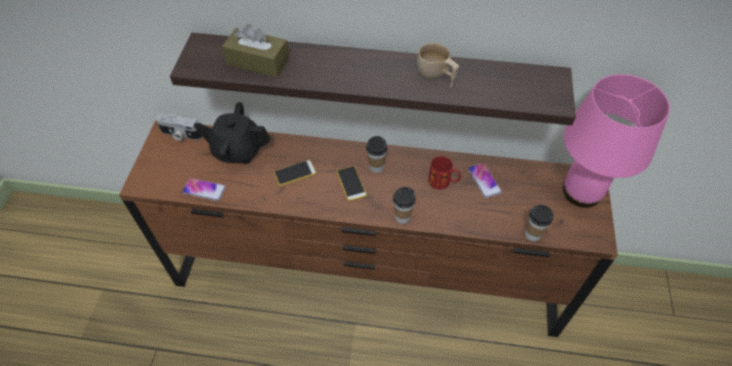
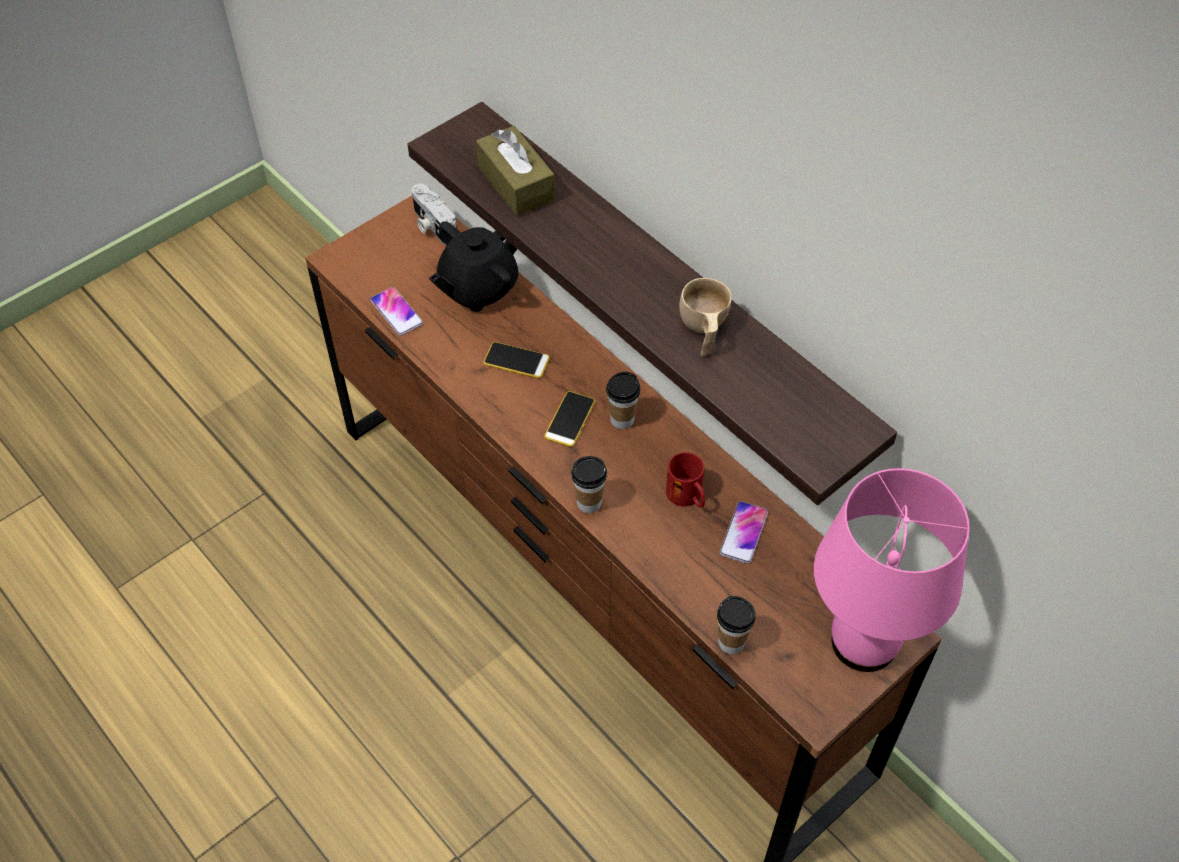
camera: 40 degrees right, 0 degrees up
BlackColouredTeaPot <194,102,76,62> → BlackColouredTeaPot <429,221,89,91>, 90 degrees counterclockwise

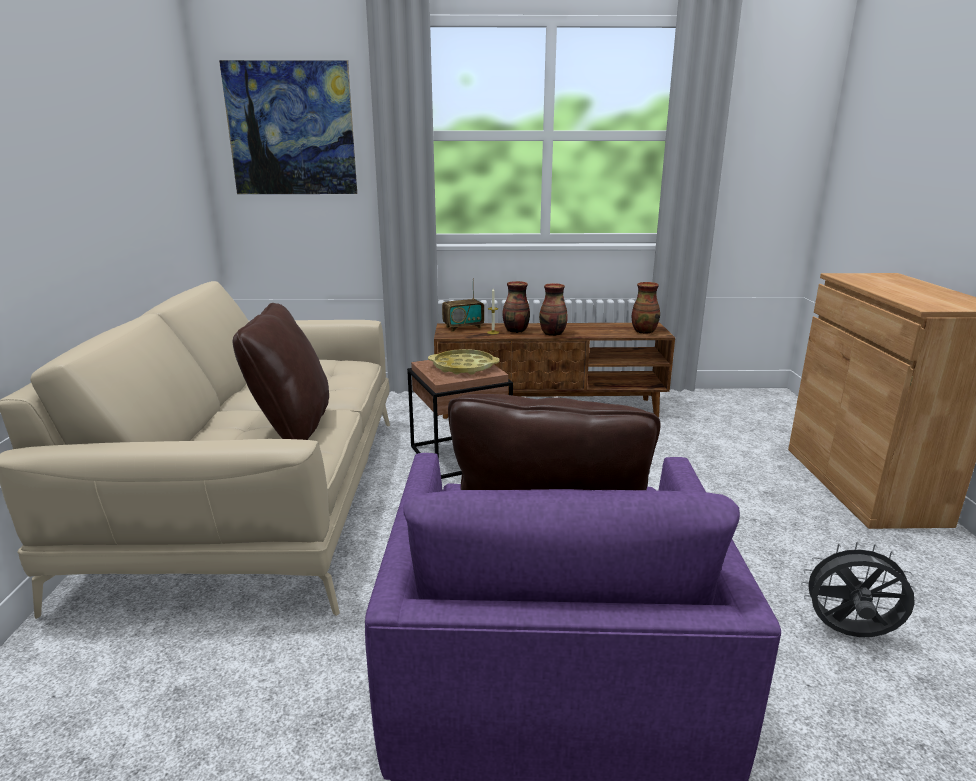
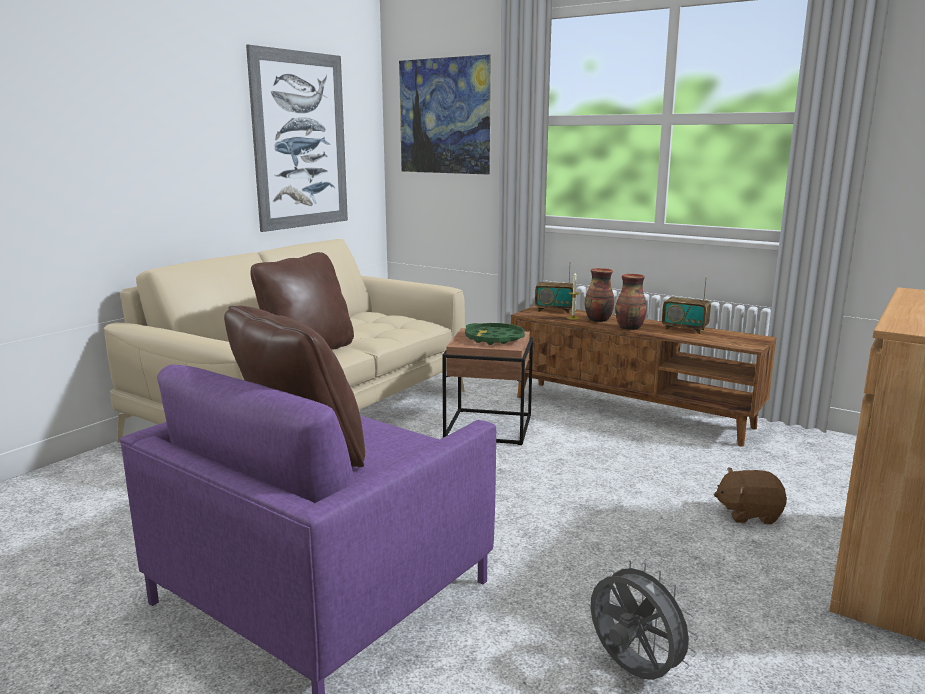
camera: 35 degrees right, 5 degrees down
YellowServingTray <428,349,71,26> → GreenServingTray <465,323,60,22>
Vase <632,282,28,52> → -
- → Picture <246,45,102,187>
- → RadioReceiver <662,277,49,57>
- → BrownCuddlyToy <714,467,73,57>

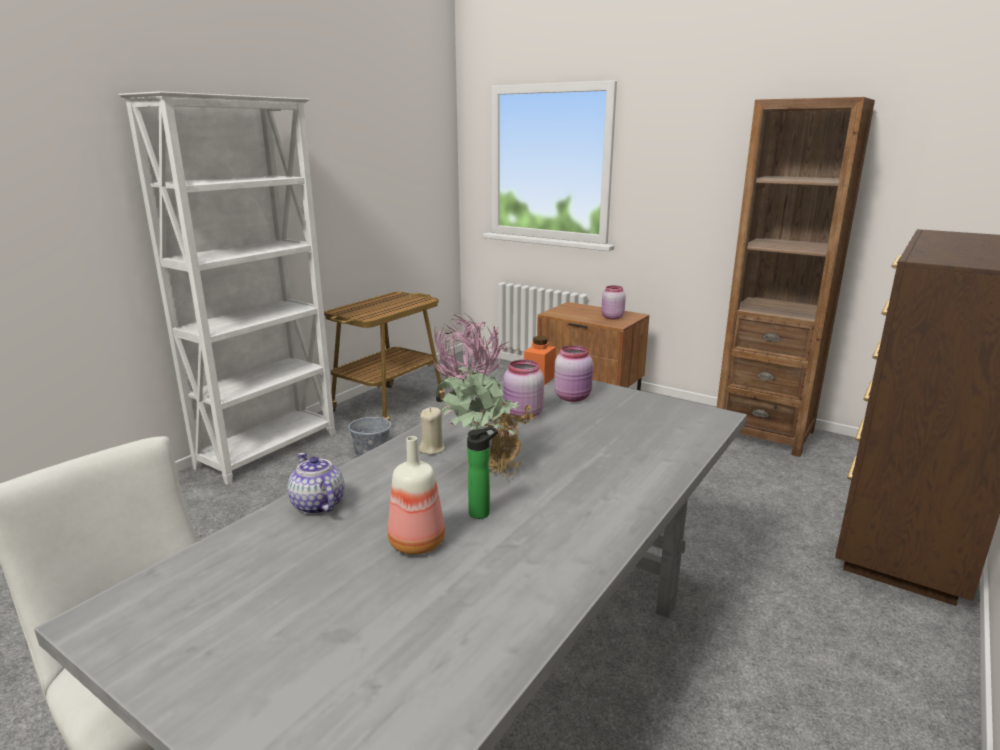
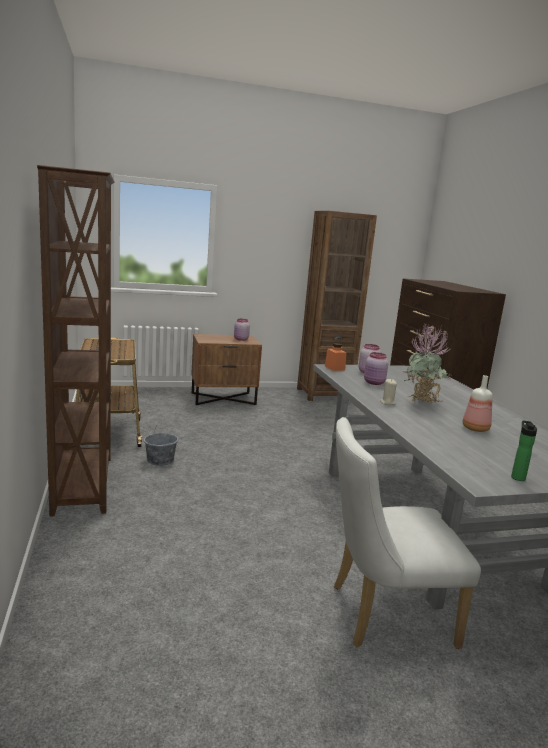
camera: 50 degrees left, 5 degrees down
WhiteShelvingUnit <118,91,217,394> → BrownShelvingUnit <37,165,78,352>
TeaPot <288,453,56,62> → -
BeverageBottle <467,426,31,93> → BeverageBottle <511,421,26,60>, move

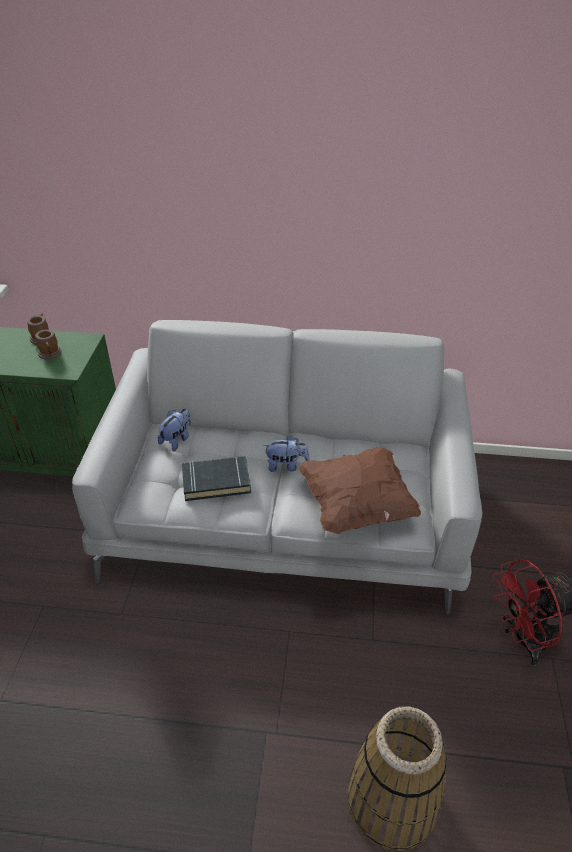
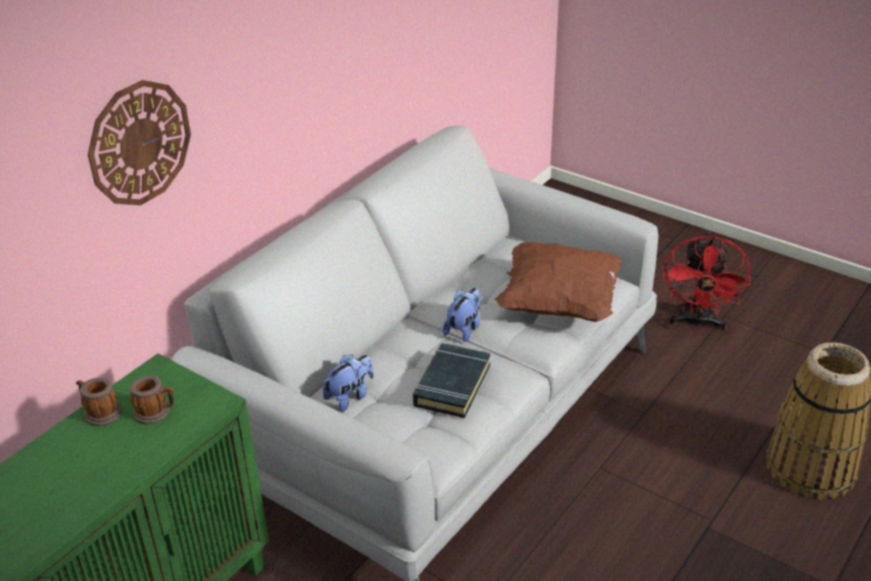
camera: 60 degrees left, 5 degrees down
CuddlyToy <158,409,33,42> → CuddlyToy <323,355,51,57>, 75 degrees clockwise
- → WallClock <88,80,103,125>

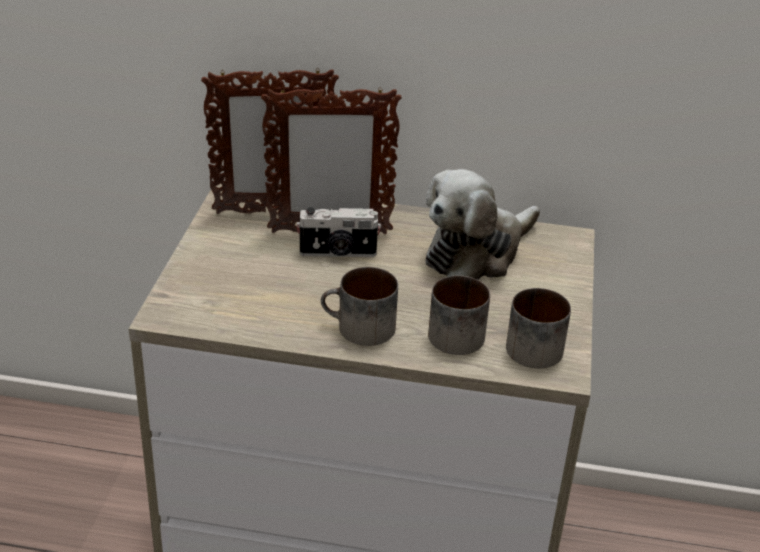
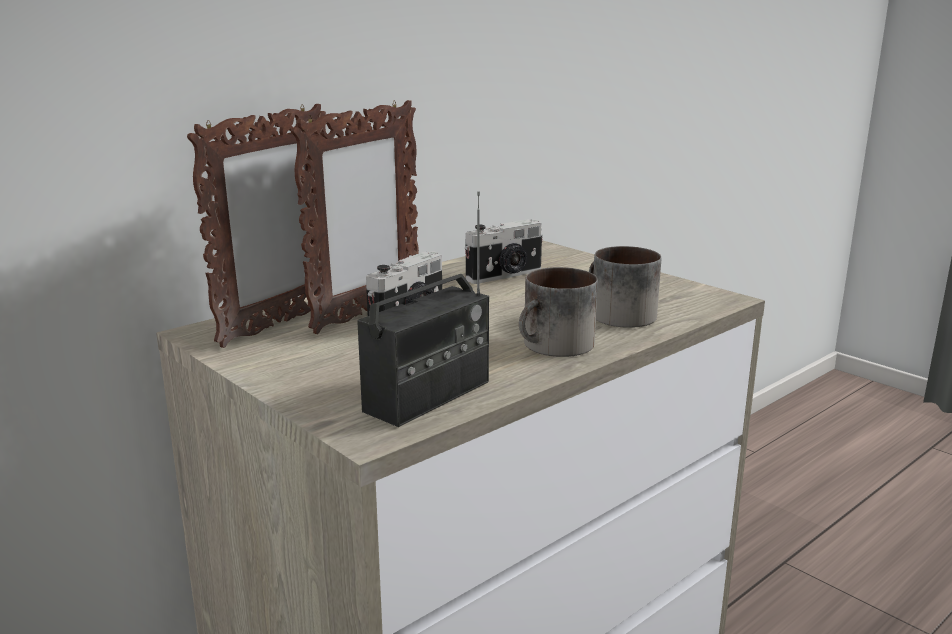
camera: 50 degrees left, 15 degrees down
CuddlyToy <426,169,114,111> → PhotoCamera <465,219,78,65>
CoffeeMug <506,288,65,80> → -
- → RadioReceiver <357,191,132,236>

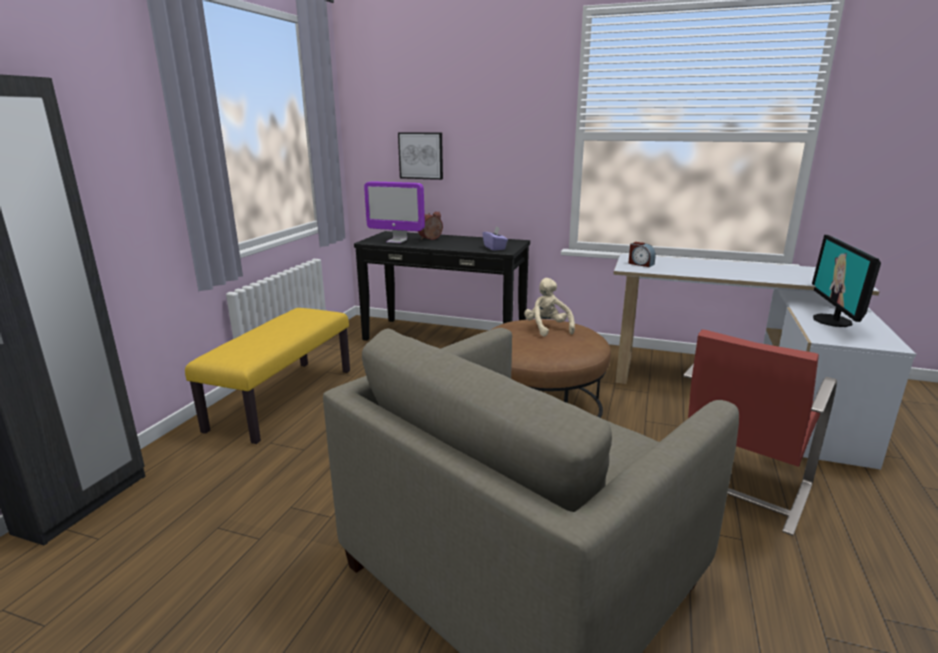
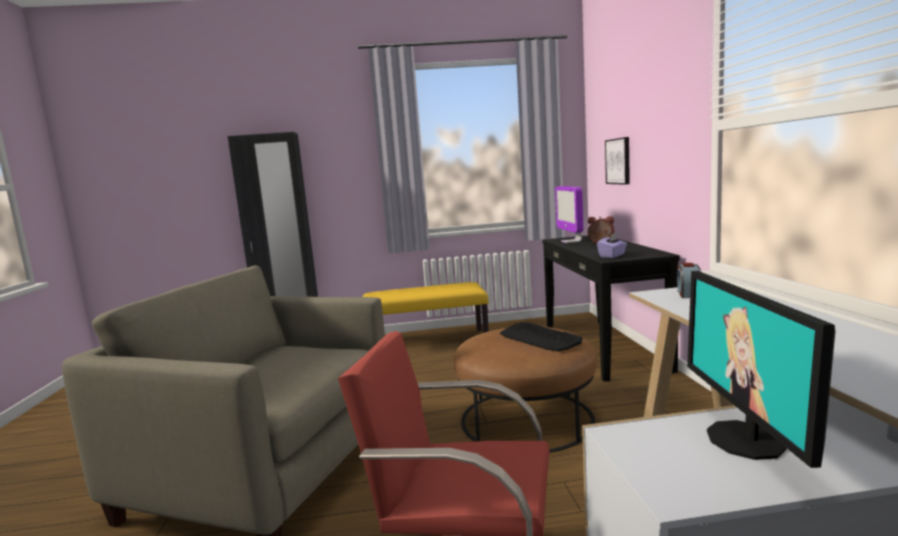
camera: 65 degrees right, 10 degrees down
SandColouredCuddlyToy <524,278,51,59> → PcKeyboard <500,322,83,29>
ComputerDisplay <812,235,69,92> → ComputerDisplay <687,271,148,197>, 75 degrees counterclockwise

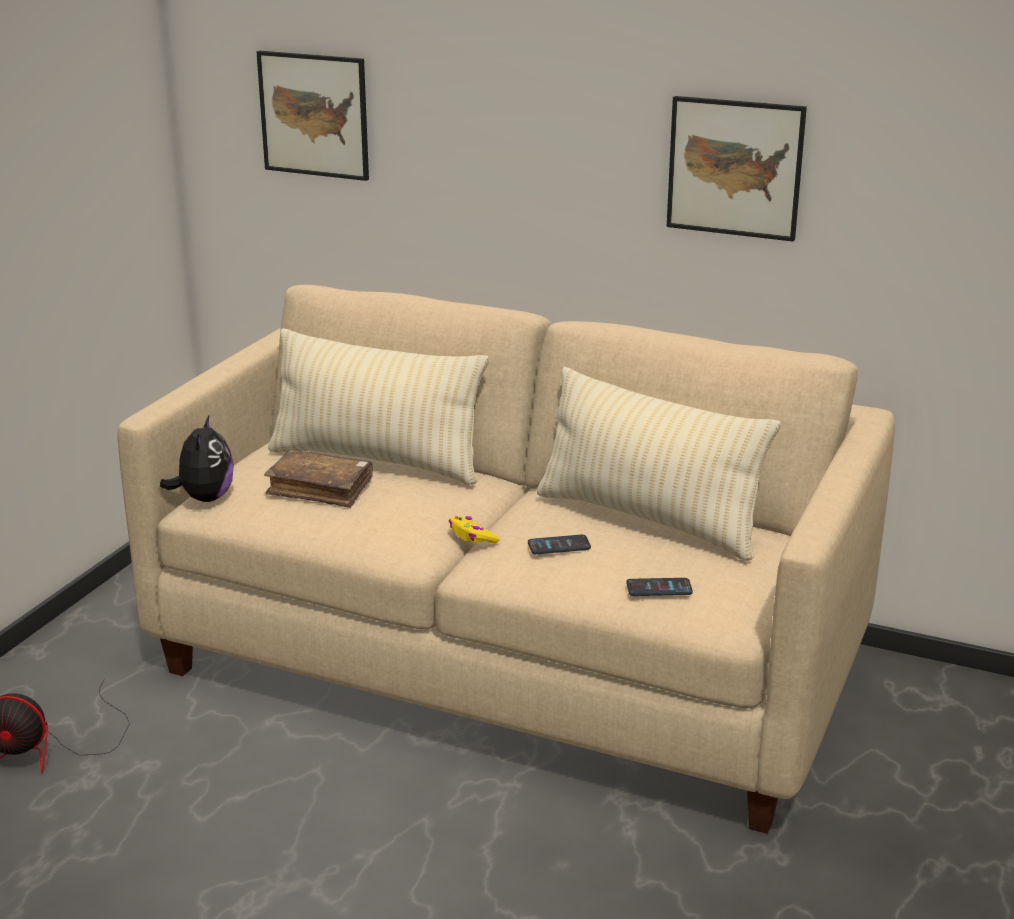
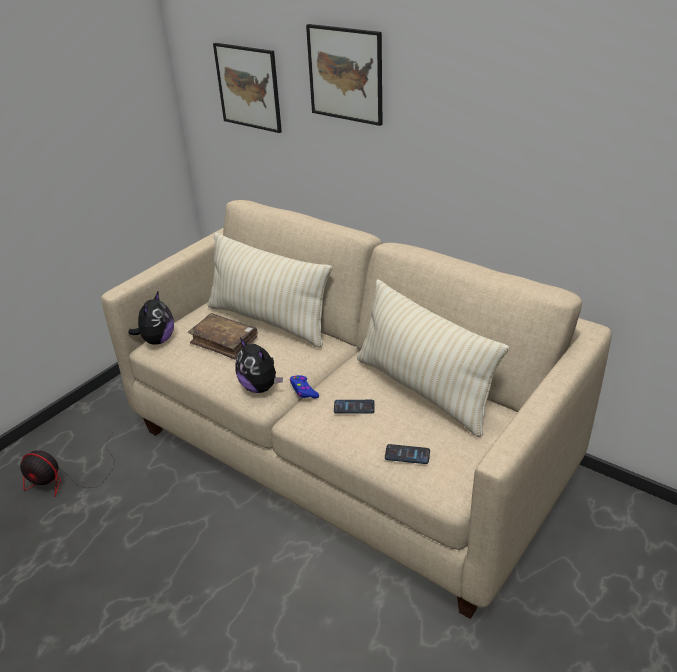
camera: 15 degrees right, 10 degrees up
YellowGamepad <449,516,51,27> → BlueColouredGamepad <290,375,29,24>
Picture <667,96,140,145> → Picture <306,24,76,102>, move
- → CuddlyToy <235,338,48,55>

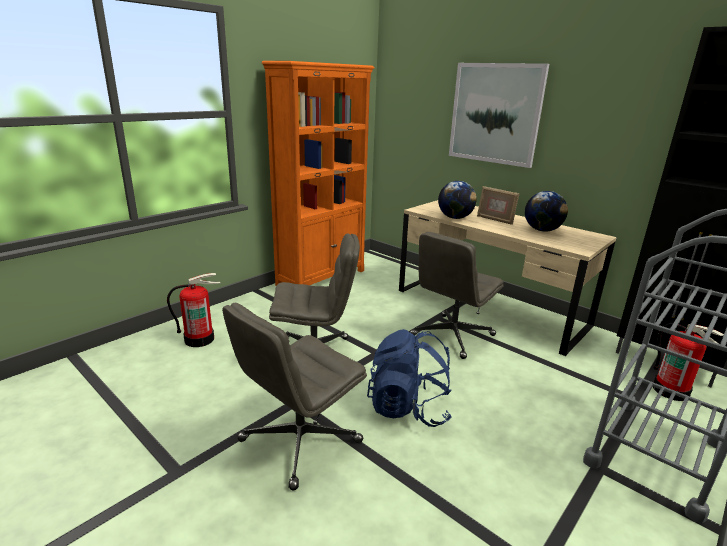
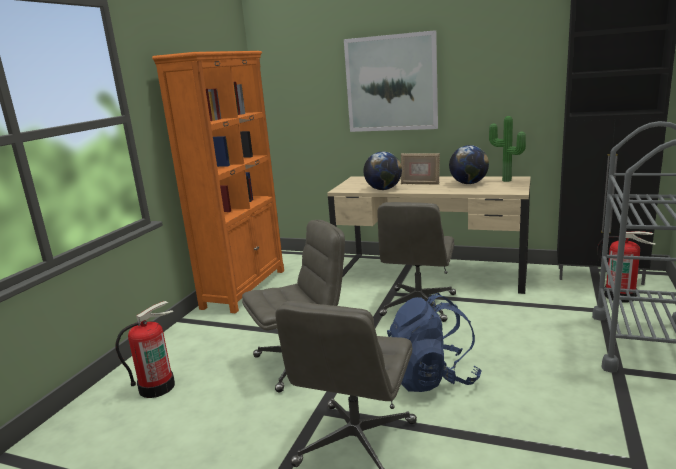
camera: 20 degrees left, 5 degrees down
- → PlantInAPot <489,116,37,66>

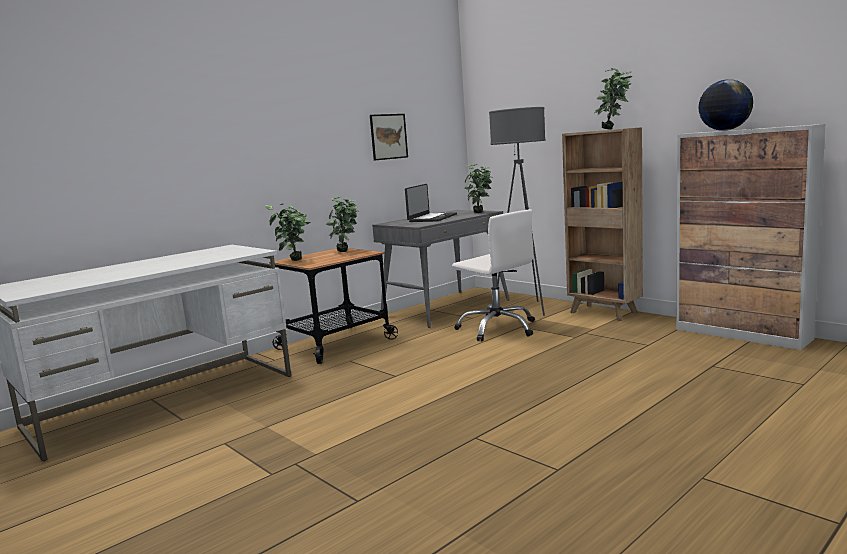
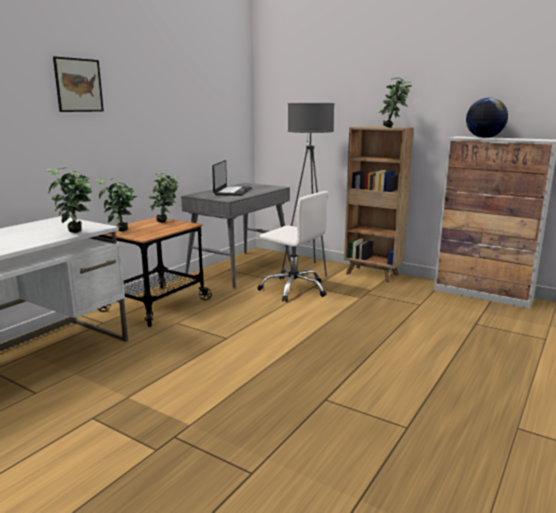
camera: 15 degrees left, 5 degrees up
Picture <370,114,38,47> → Picture <53,56,51,56>, move
PlantInAPot <464,164,29,49> → PlantInAPot <46,166,46,67>, move

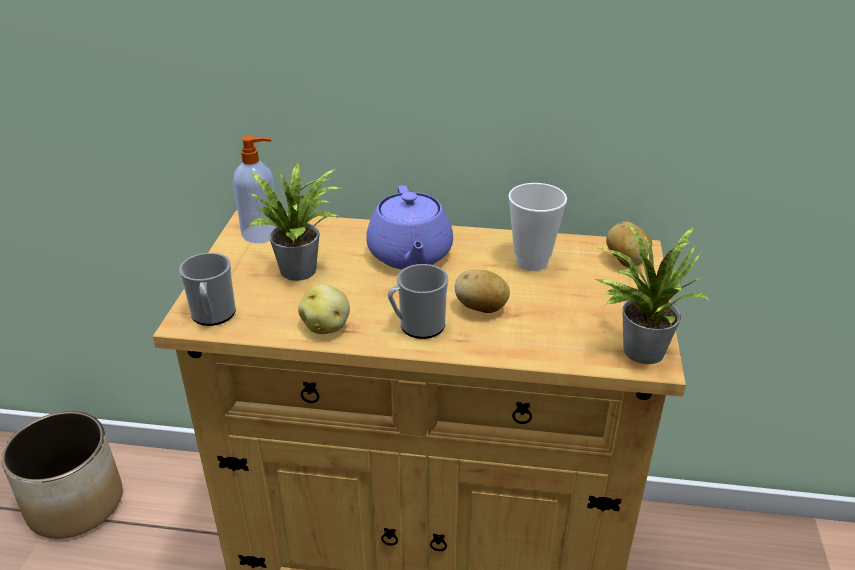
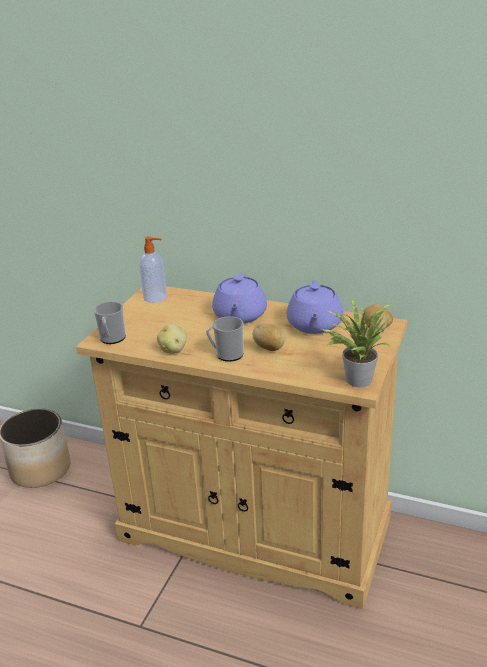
camera: 15 degrees right, 5 degrees down
PlantInAPot <249,162,91,119> → -
SmallCup <508,183,59,88> → PurplishTeaPot <287,281,56,53>

